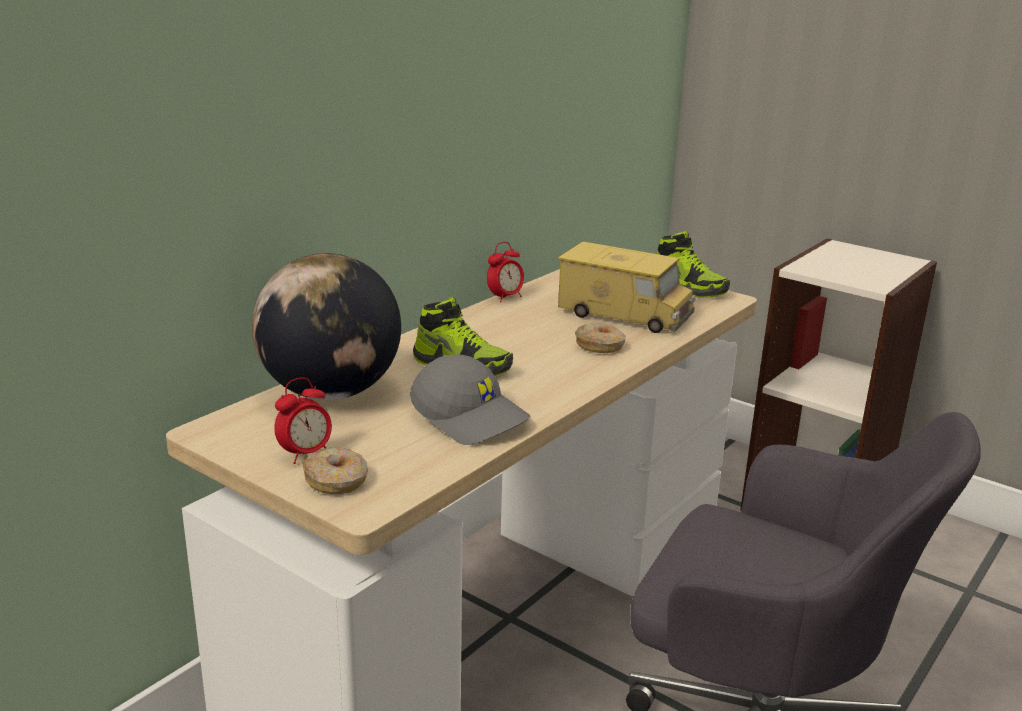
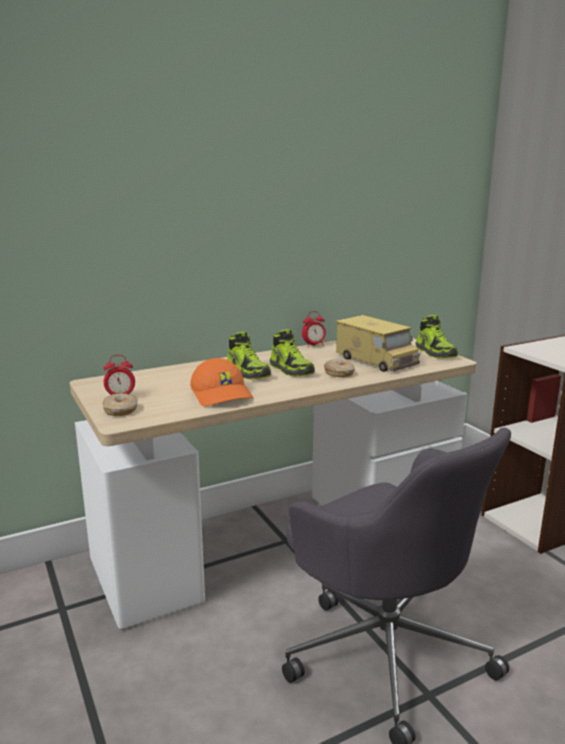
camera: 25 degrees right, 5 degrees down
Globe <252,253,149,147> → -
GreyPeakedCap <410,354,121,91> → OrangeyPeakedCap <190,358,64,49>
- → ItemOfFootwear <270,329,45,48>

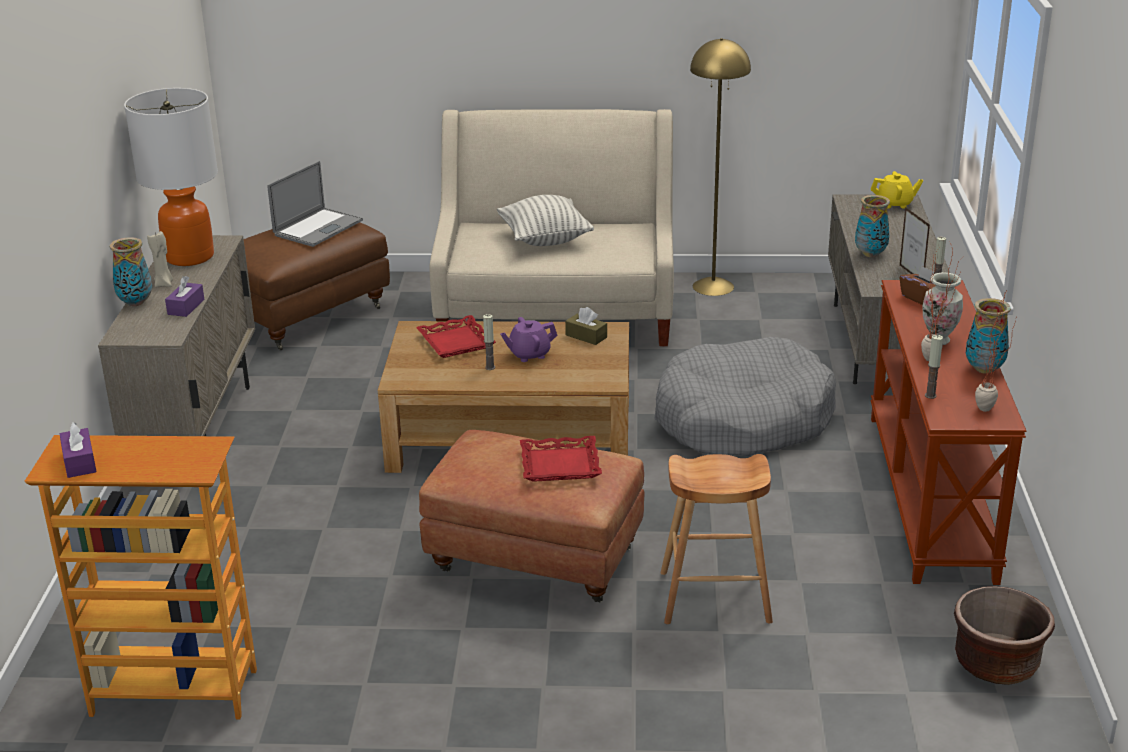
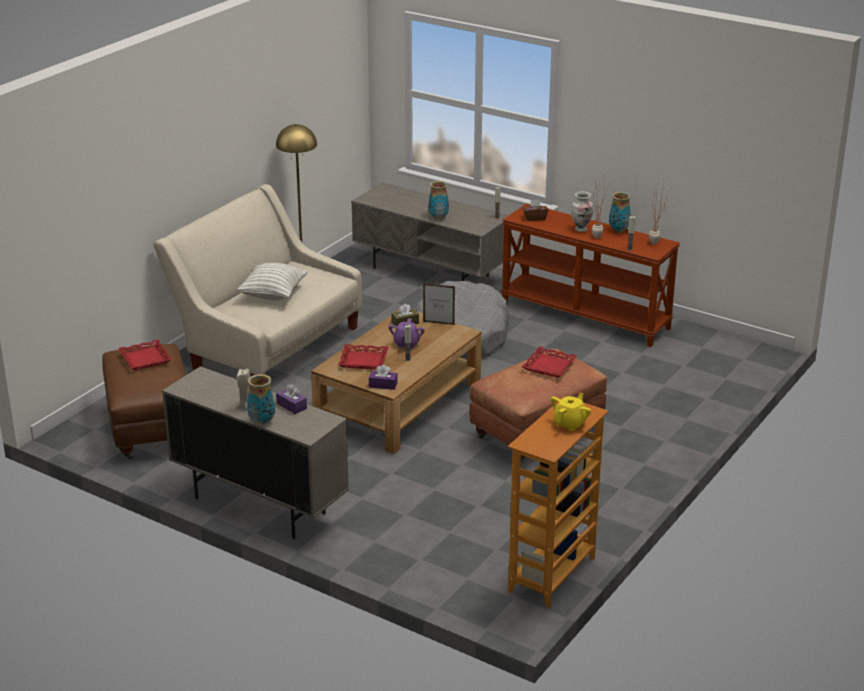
camera: 60 degrees left, 0 degrees up
PurplishBoxOfTissues <60,422,37,56> → PurplishBoxOfTissues <369,365,29,25>, move
LampForATable <124,88,94,178> → -
PortableComputer <268,161,95,86> → RedColouredServingTray <118,339,54,31>
BrownStool <661,454,112,170> → -
YellowTeaPot <871,171,52,38> → YellowTeaPot <551,393,40,38>, move
PictureFrame <900,207,30,67> → PictureFrame <423,283,32,42>, move
BrownFlowerPot <954,586,101,99> → -

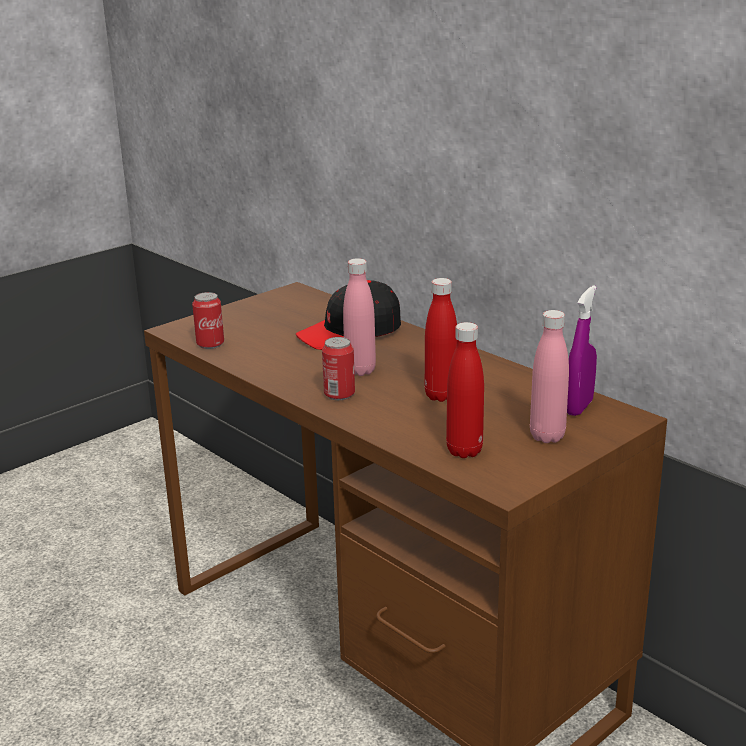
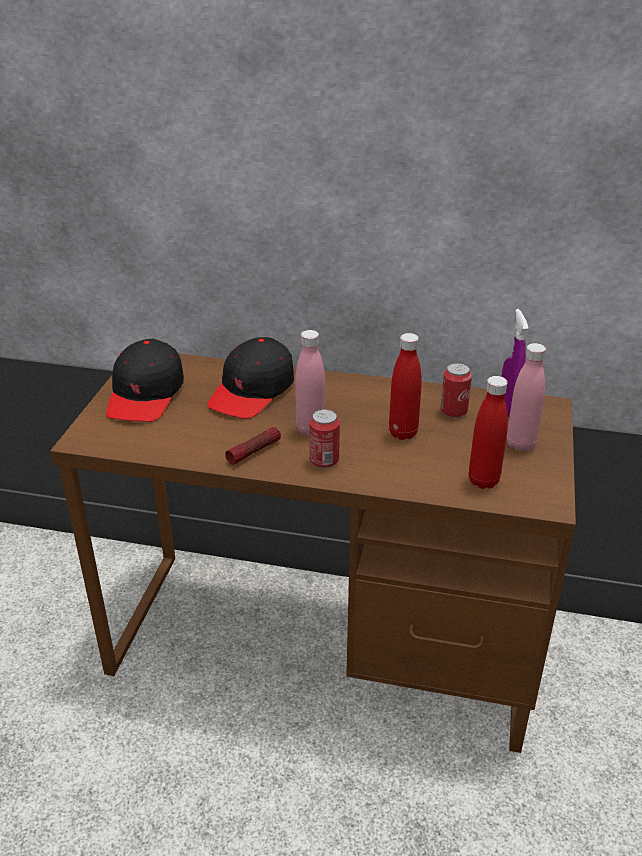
camera: 35 degrees left, 10 degrees up
SealedCan <192,292,32,57> → SealedCan <441,363,31,55>, move
- → BlackColouredPeakedCap <106,339,78,83>
- → HandTorch <225,427,56,38>

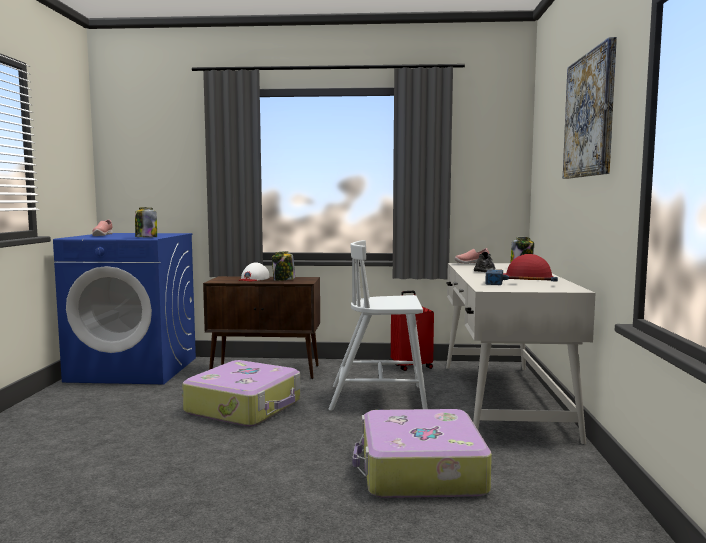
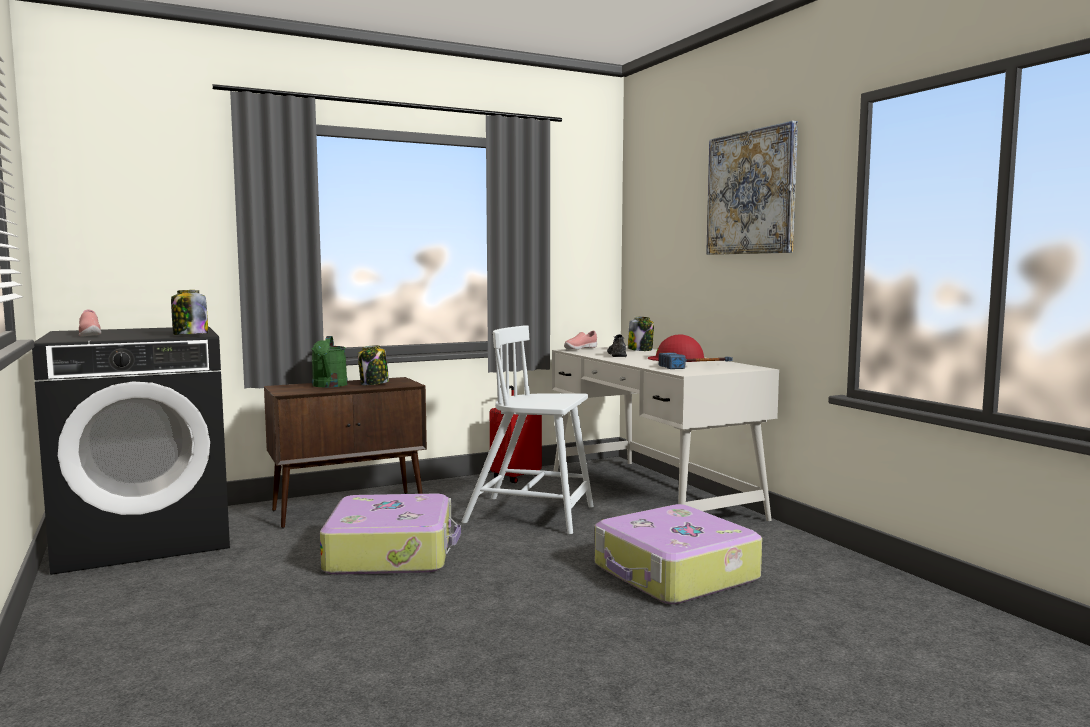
camera: 30 degrees left, 0 degrees up
BlueColouredLaundryMachine <53,233,143,151> → BlackColouredLaundryMachine <32,326,198,249>
WhitePeakedCap <238,263,31,18> → GreenSprinklingCan <311,336,37,51>
WhiteUprightChair <328,240,100,171> → WhiteUprightChair <461,325,133,209>, 45 degrees clockwise

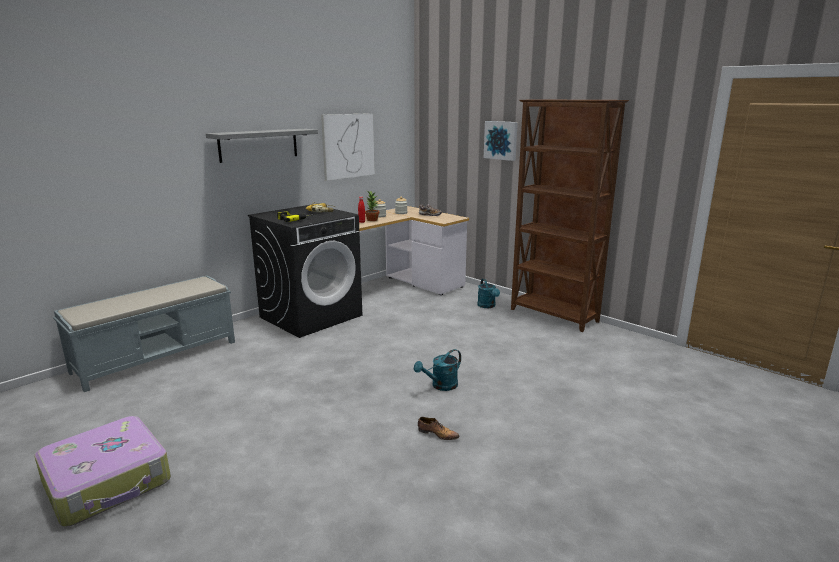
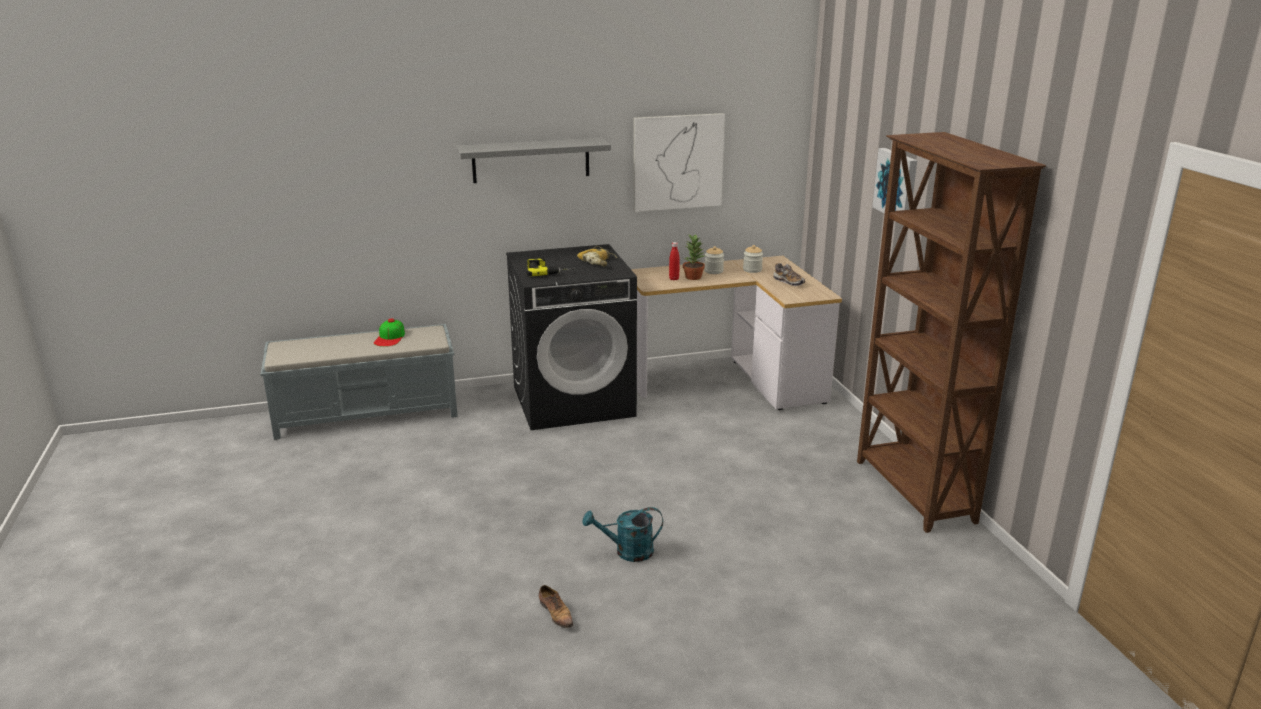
camera: 30 degrees right, 5 degrees up
TravelCase <34,416,137,111> → -
TurquoiseColouredSprinklingCan <477,278,23,30> → -
- → PeakedCap <374,319,31,28>

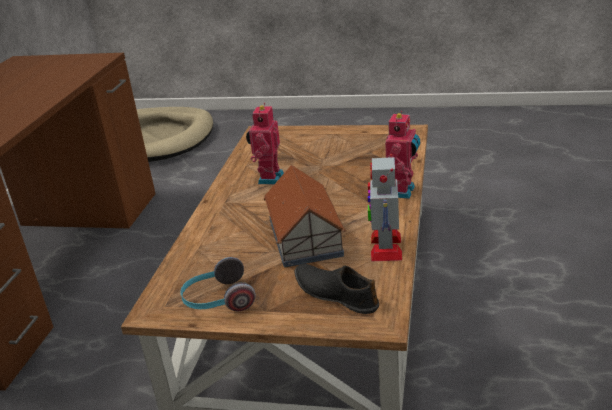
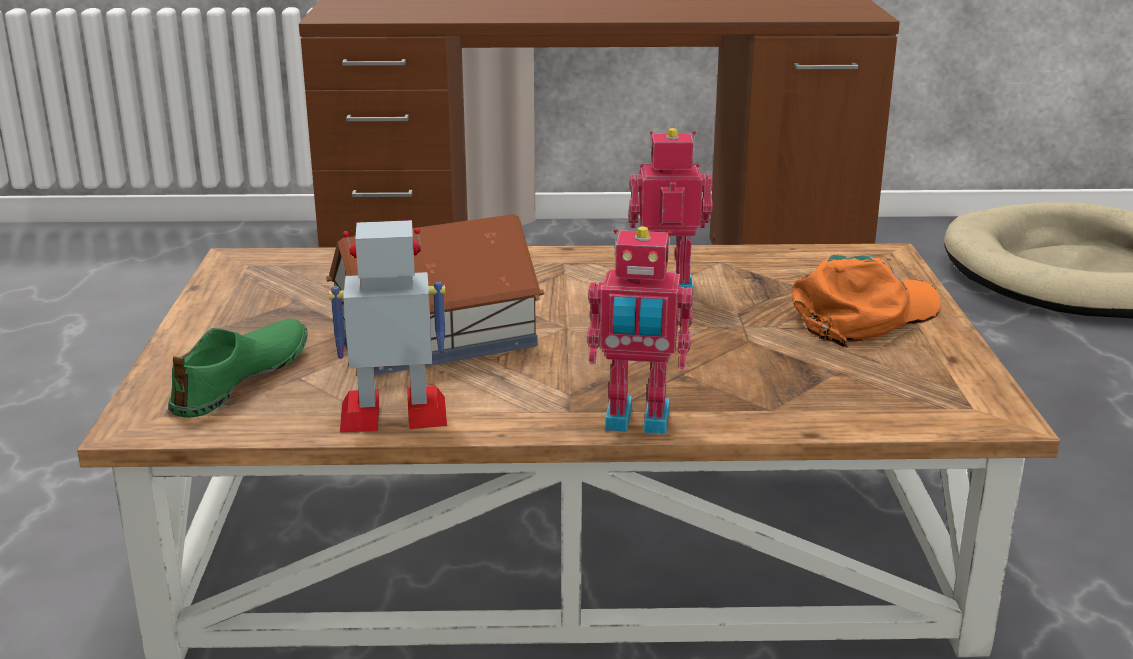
camera: 75 degrees right, 5 degrees down
Headphones <180,257,76,54> → -
BlackColouredItemOfFootwear <294,264,85,50> → GreenItemOfFootwear <168,319,140,99>
- → OrangeyPeakedCap <792,255,148,92>

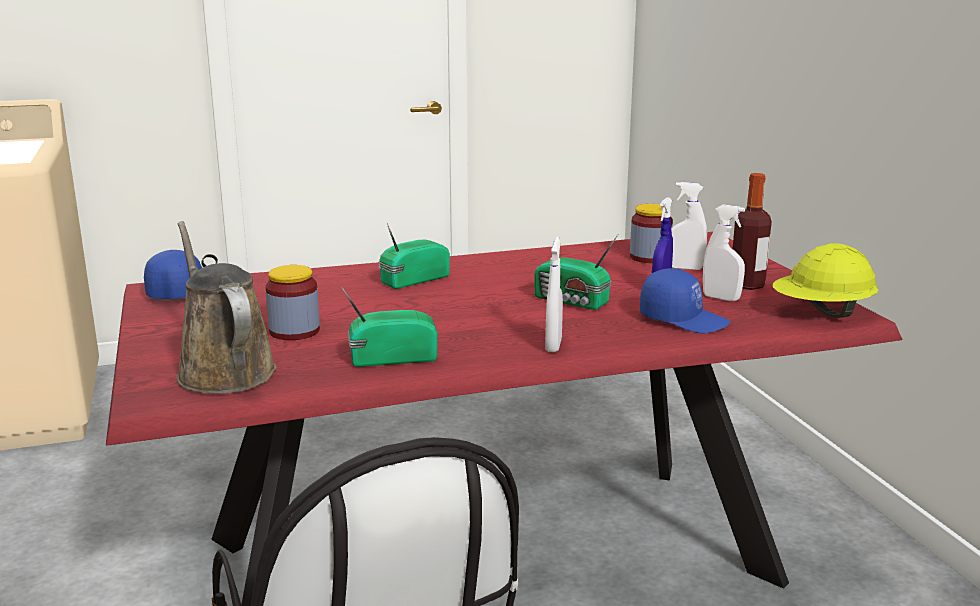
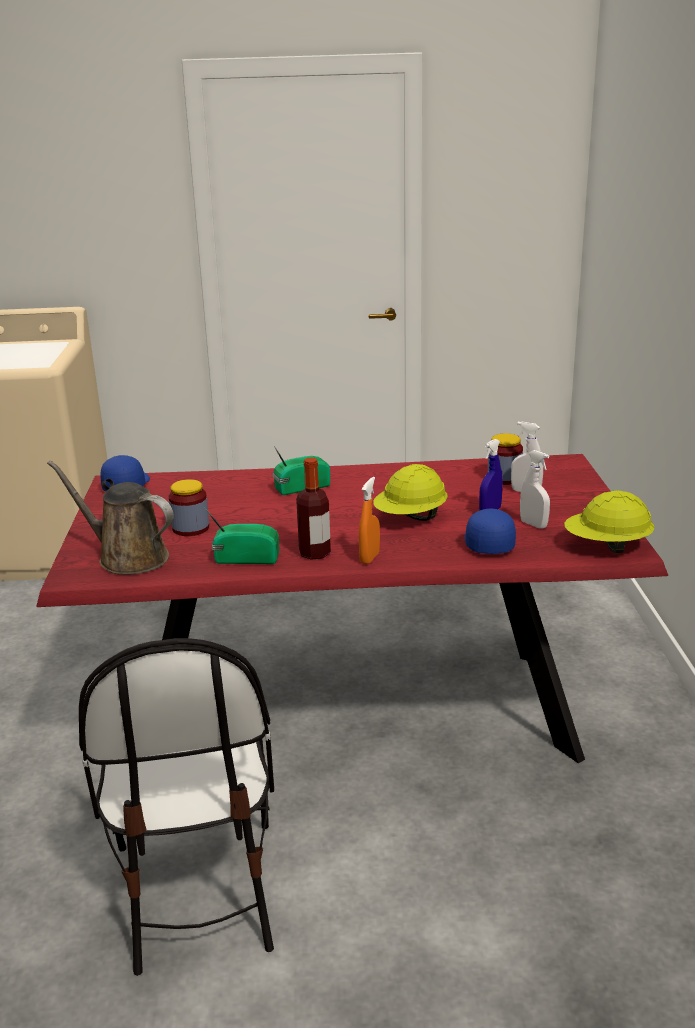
camera: 15 degrees right, 5 degrees up
BrownSprinklingCan <176,221,101,173> → BrownSprinklingCan <47,460,127,115>, 45 degrees counterclockwise
RadioReceiver <534,235,84,75> → YellowHardHat <373,464,75,57>
WhiteSprayBottle <545,237,18,115> → OrangeySprayBottle <359,477,21,87>
BlueColouredPeakedCap <640,268,90,66> → BlueColouredPeakedCap <465,509,51,45>, 135 degrees counterclockwise
BeverageBottle <733,173,39,117> → BeverageBottle <296,457,35,103>, move

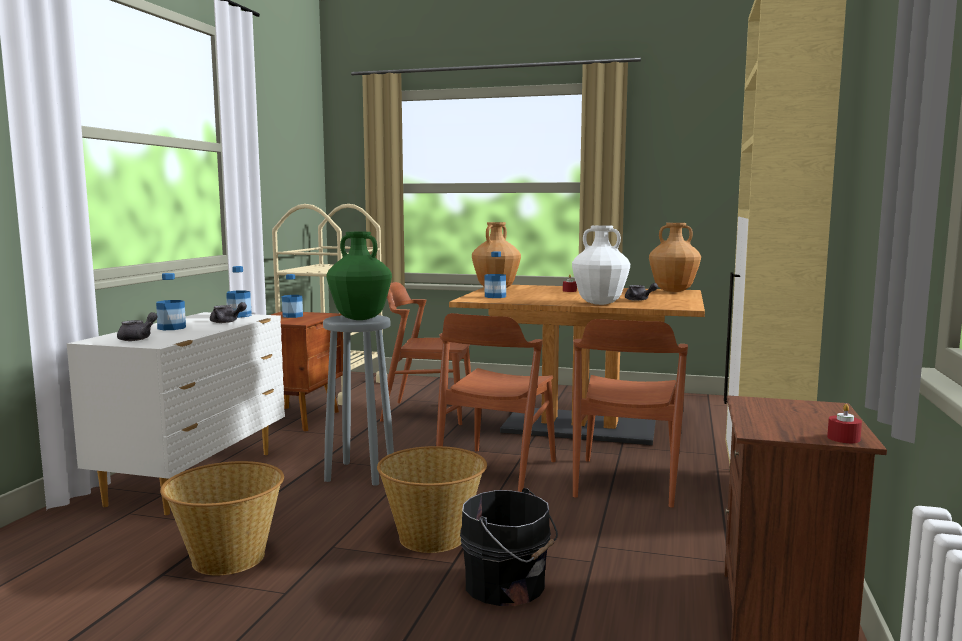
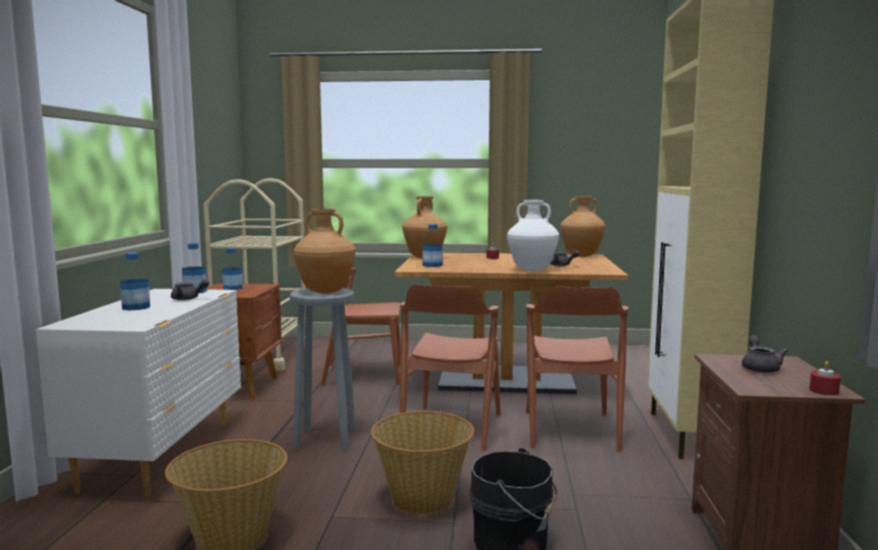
camera: 10 degrees left, 0 degrees up
GreyTeaPot <117,312,41,29> → GreyTeaPot <742,335,46,38>, move
GreenVase <327,232,65,88> → BrownVase <293,209,62,85>

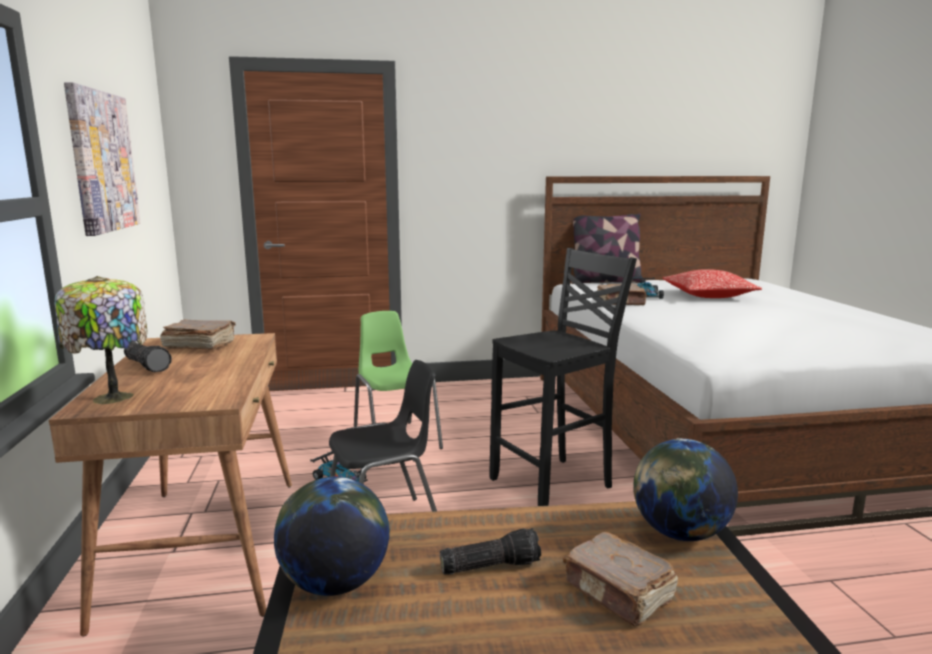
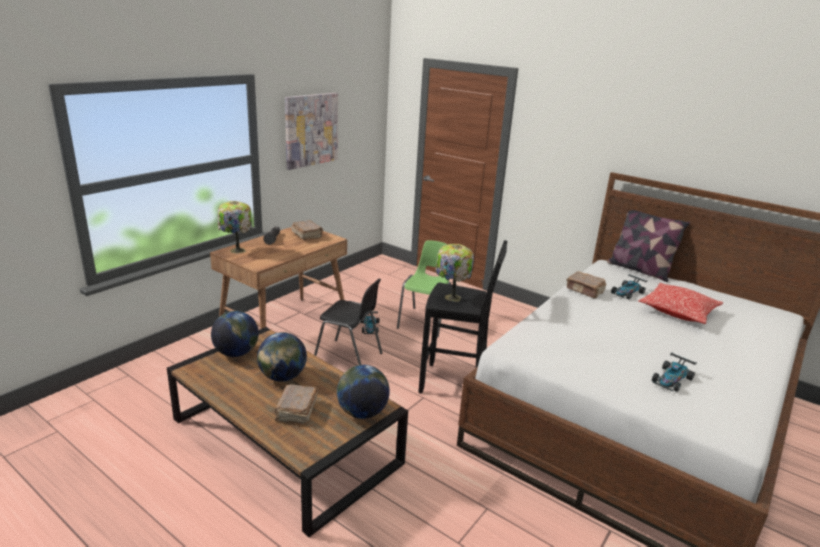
camera: 45 degrees right, 10 degrees up
HandTorch <440,528,101,46> → Globe <257,332,50,50>
- → LampForATable <435,244,39,58>
- → ModelCar <652,352,45,40>

